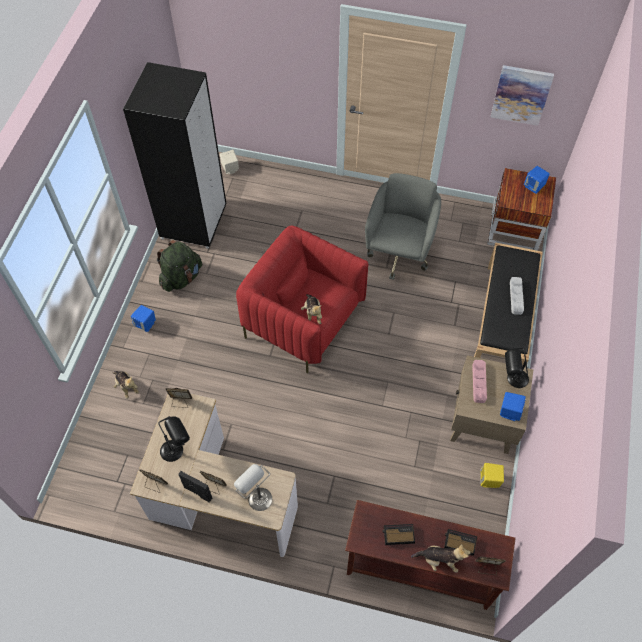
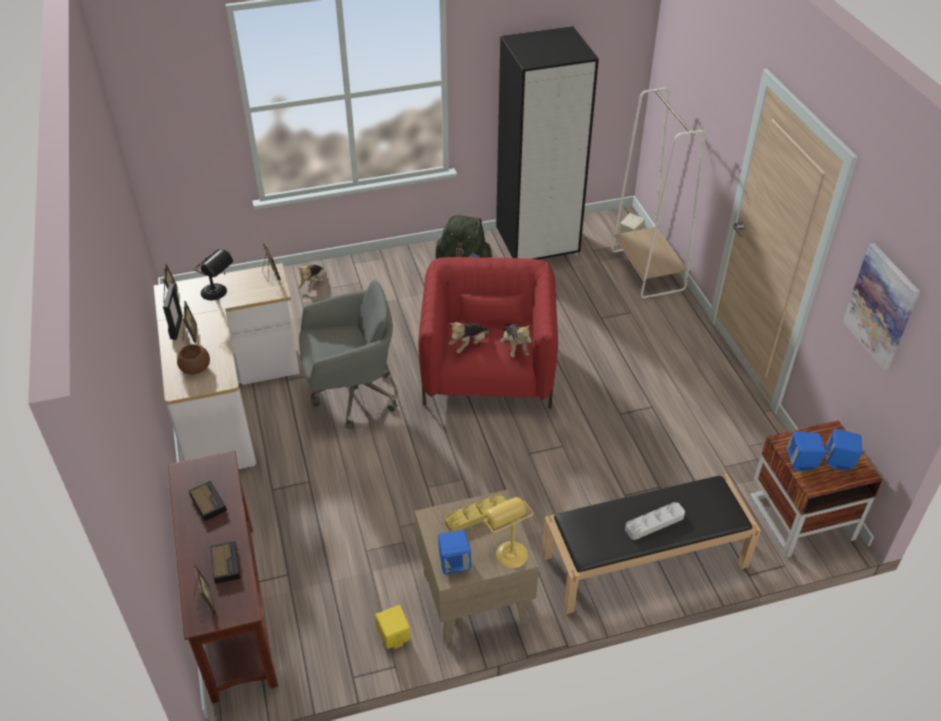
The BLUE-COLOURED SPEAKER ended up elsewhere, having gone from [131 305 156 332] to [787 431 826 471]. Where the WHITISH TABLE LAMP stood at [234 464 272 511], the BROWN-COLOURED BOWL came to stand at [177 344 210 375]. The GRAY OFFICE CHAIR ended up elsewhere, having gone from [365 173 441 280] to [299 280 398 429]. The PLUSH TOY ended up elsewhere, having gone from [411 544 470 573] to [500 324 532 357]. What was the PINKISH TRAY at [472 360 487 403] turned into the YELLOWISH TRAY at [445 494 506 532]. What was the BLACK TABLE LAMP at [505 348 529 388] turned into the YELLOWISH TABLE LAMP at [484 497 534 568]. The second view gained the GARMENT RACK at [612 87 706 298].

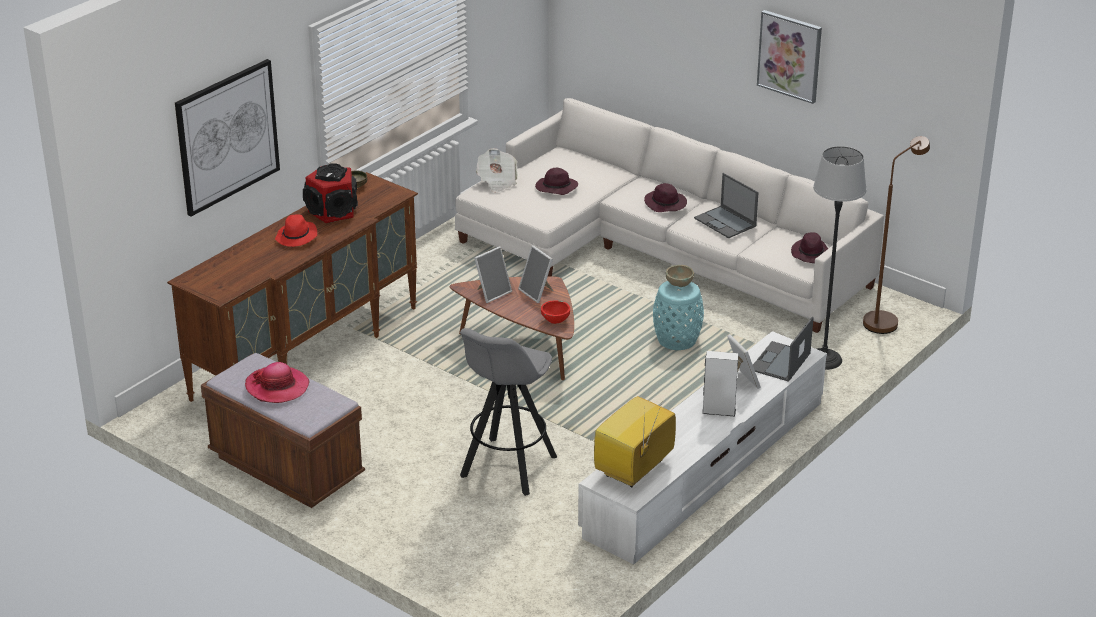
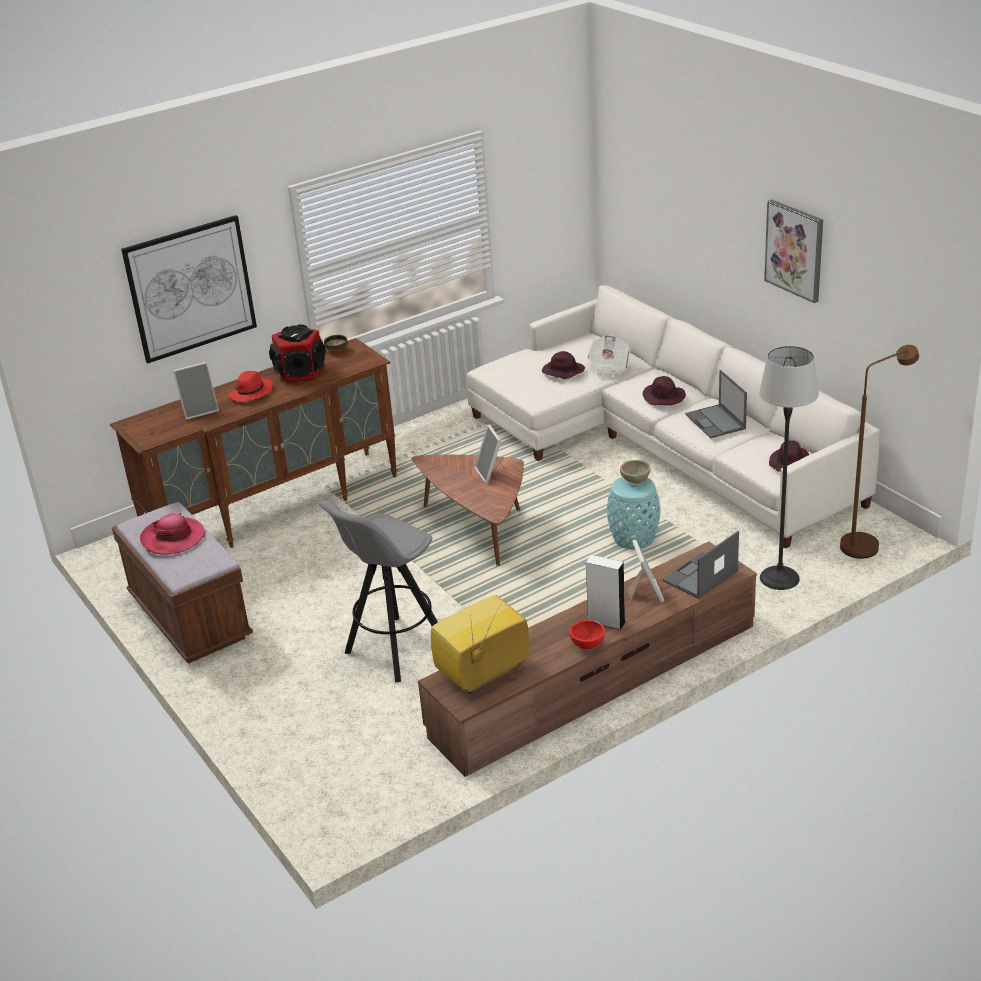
The STANDING FRAME ended up elsewhere, having gone from [474 246 512 303] to [173 362 219 420]. The NEWSPAPER ended up elsewhere, having gone from [476 148 518 193] to [588 334 631 379]. The RED-COLOURED BOWL ended up elsewhere, having gone from [541 300 570 324] to [569 620 605 649]. What was the WHITISH TV STAND at [578 331 827 565] turned into the BROWN-COLOURED TV STAND at [418 542 757 777].

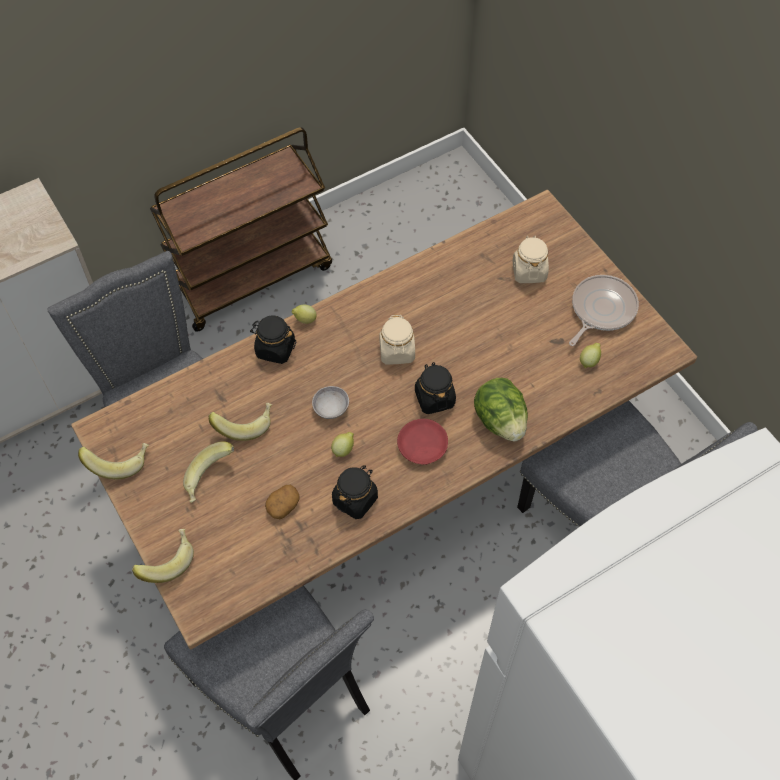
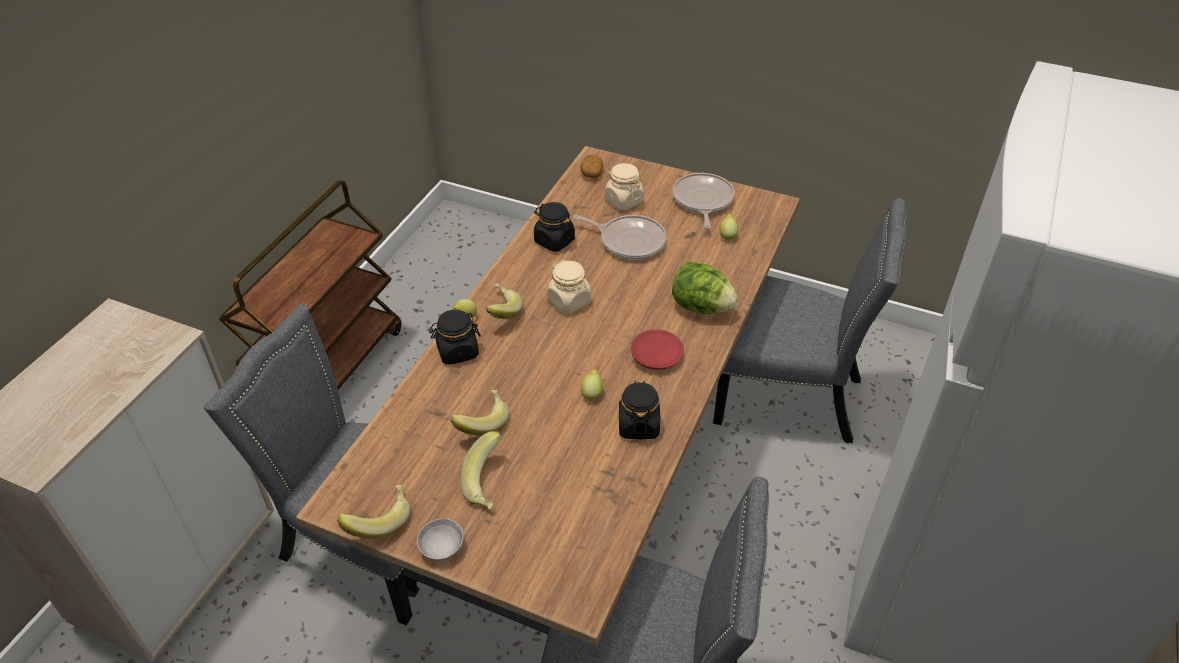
The BANANA ended up elsewhere, having gone from [132 529 194 583] to [486 283 523 319]. The POTATO ended up elsewhere, having gone from [265 485 299 519] to [580 155 603 178]. The GRAY BOWL ended up elsewhere, having gone from [312 386 349 419] to [417 518 464 561]. The BLACK STORAGE JAR ended up elsewhere, having gone from [415 362 456 414] to [534 202 575 252]. The second view gained the PAN at [573 215 667 260].

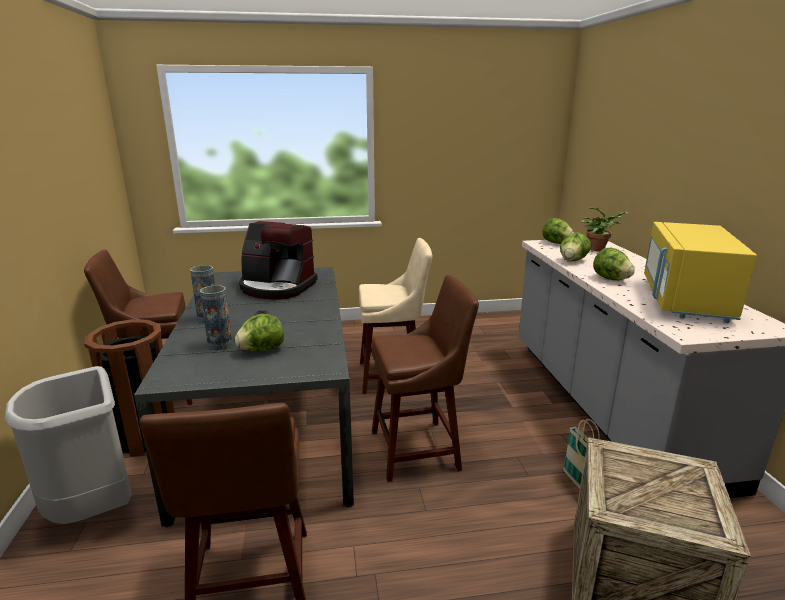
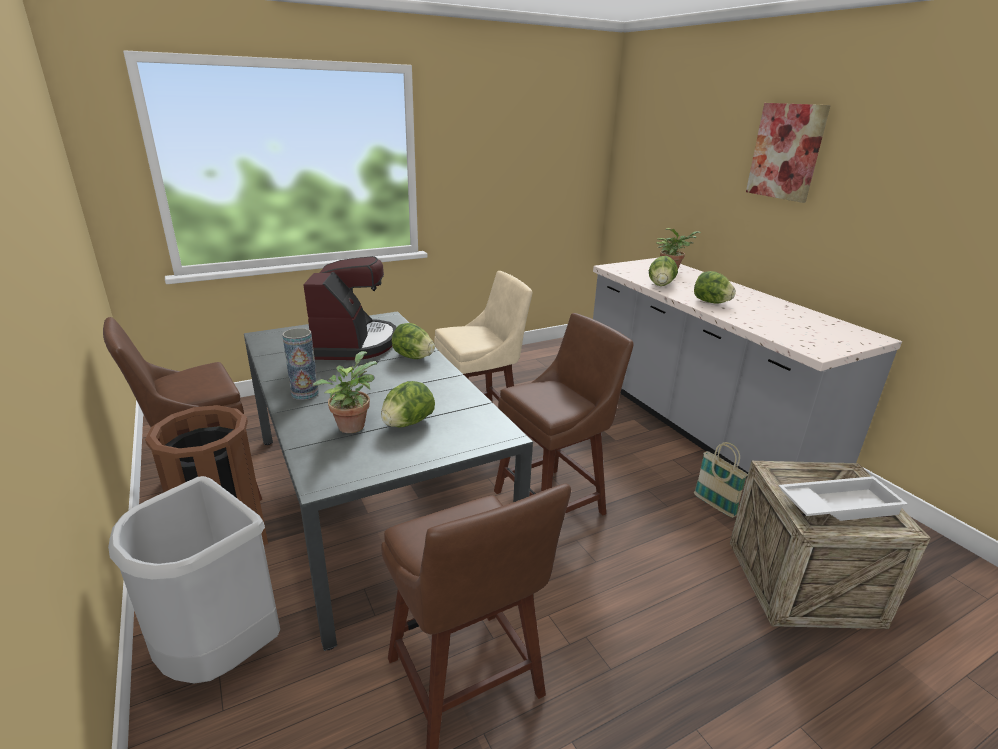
Where the FLOWER VASE stood at [200 285 232 350], the POTTED PLANT came to stand at [313 351 377 433]. The COFFEE BREWER at [239 221 318 300] ended up facing another way, 90 degrees counterclockwise from before. The LETTUCE ended up elsewhere, having gone from [542 218 574 244] to [392 323 435 359]. The second view lost the YELLOWISH MICROWAVE OVEN at [644 222 757 323]. The second view gained the WALL PICTURE at [746 103 831 203]. The second view gained the WHITISH TRAY at [778 476 908 521].

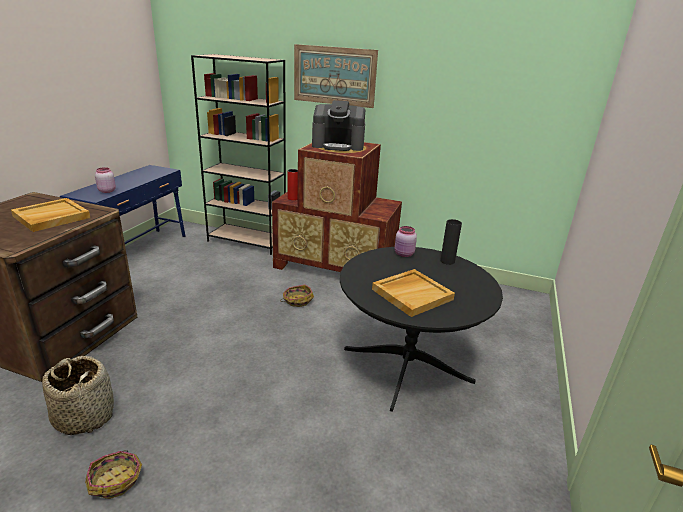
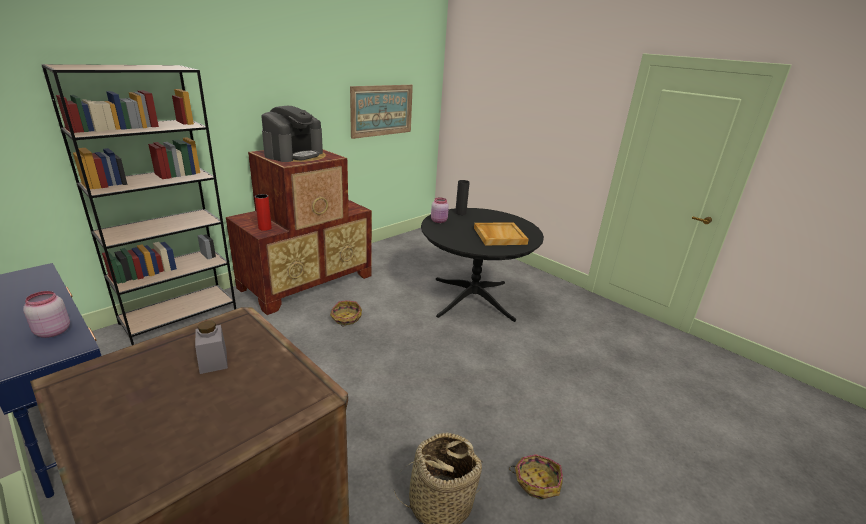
Where the SAND-COLOURED TRAY stood at [11 198 90 232], the GRAY STORAGE JAR came to stand at [195 320 228 374]. The WALL PICTURE ended up elsewhere, having gone from [294 44 378 108] to [350 85 413 139].

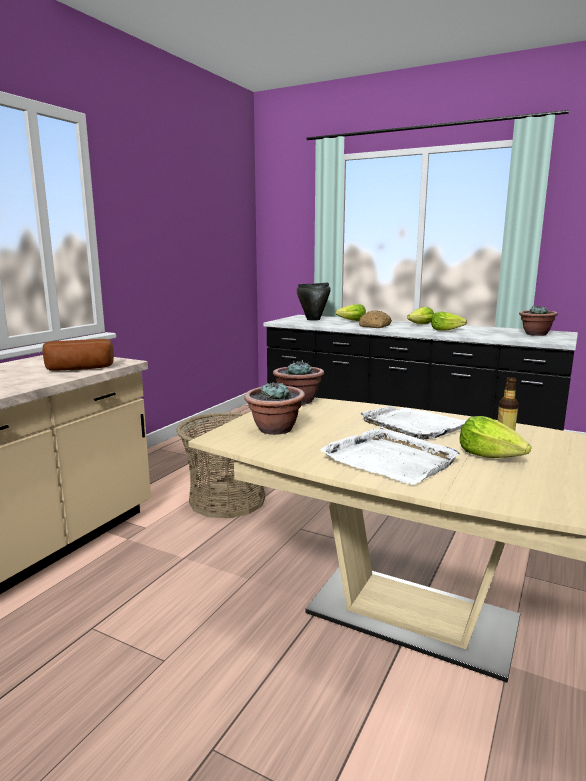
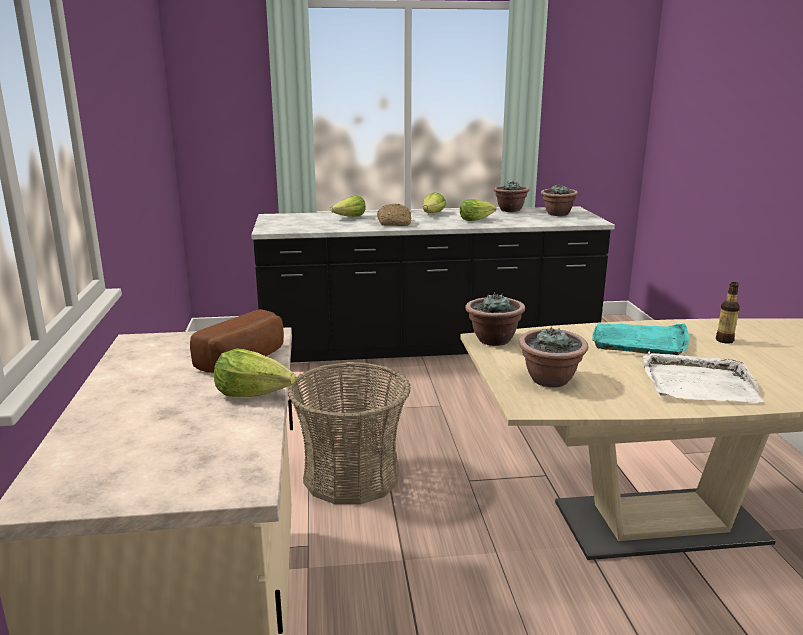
The second view lost the BLACK STOCKPOT at [296 283 331 321]. What was the WHITISH TRAY at [361 406 467 440] turned into the BLUE-GREEN TRAY at [592 323 689 355]. The LETTUCE ended up elsewhere, having gone from [460 416 531 458] to [214 348 296 397]. The second view gained the POTTED PLANT at [493 181 529 212].

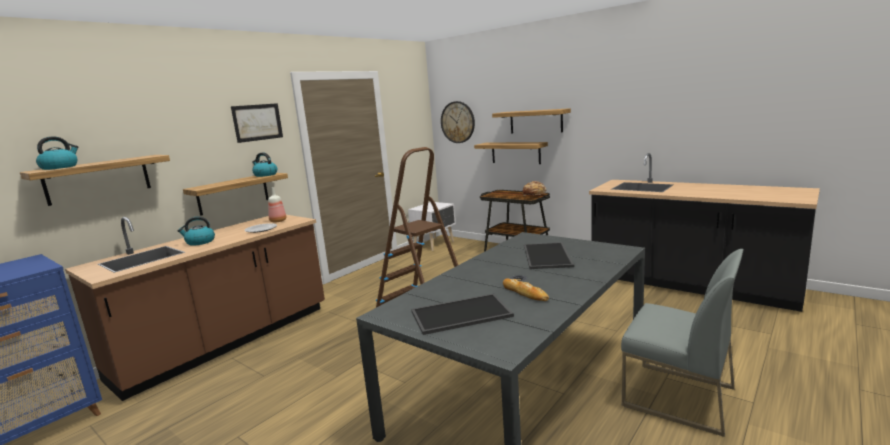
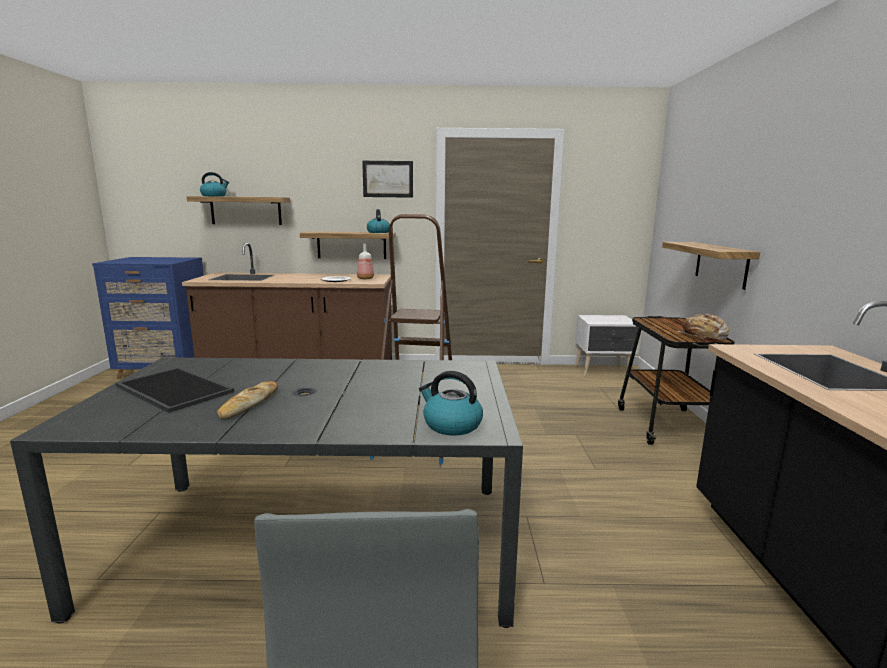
The KETTLE ended up elsewhere, having gone from [177 216 215 246] to [419 371 483 436]. The second view lost the CLOCK ON THE WALL at [441 101 475 143]. The second view lost the WALL SHELF at [492 108 571 133]. The second view lost the TRAY at [524 242 574 269].

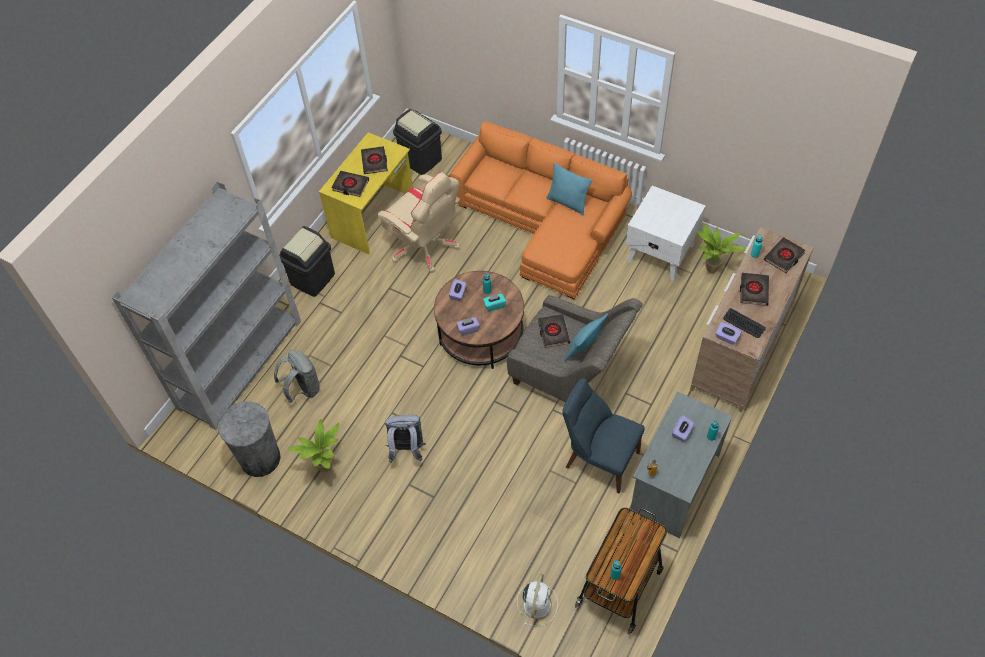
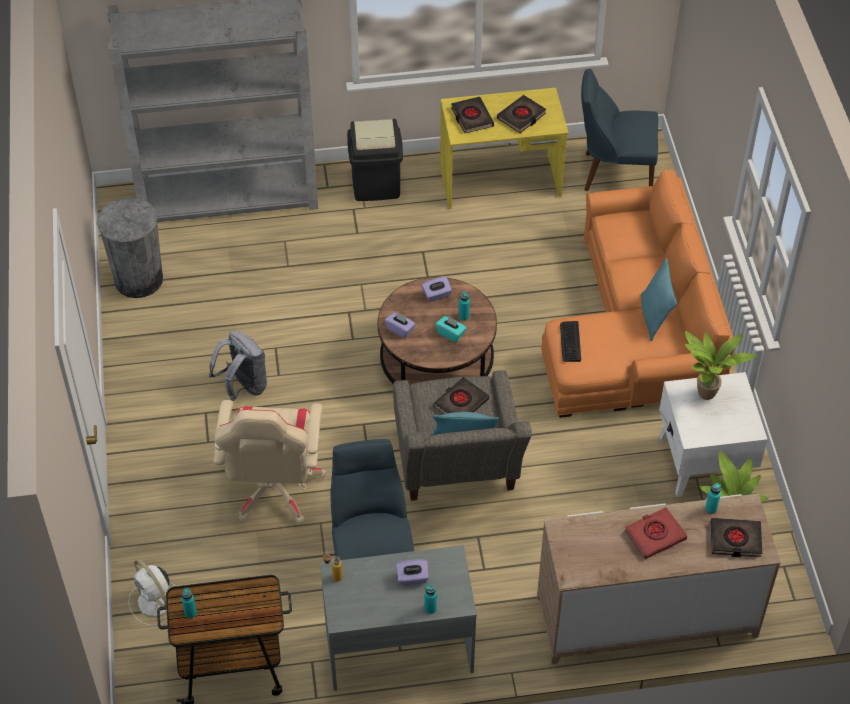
The second view lost the GRAY KNAPSACK at [274 350 319 403]. The POTTED PLANT ended up elsewhere, having gone from [288 419 339 472] to [685 331 757 400]. The SAND-COLOURED OFFICE CHAIR ended up elsewhere, having gone from [377 172 460 273] to [214 400 327 525]. Where the BLACK TRASH CAN stood at [393 109 442 175], the BLUE-COLOURED CHAIR came to stand at [581 69 658 191]. The WHITISH ELECTRIC FAN at [517 574 558 626] ended up facing another way, 75 degrees clockwise from before. The second view lost the PURPLE TISSUE HOLDER at [715 322 742 345]. The COMPUTER KEYBOARD ended up elsewhere, having gone from [723 308 766 338] to [560 321 581 362]. What was the BLACK VOLUME at [740 273 769 306] turned into the RED-COLOURED VOLUME at [625 507 688 559].

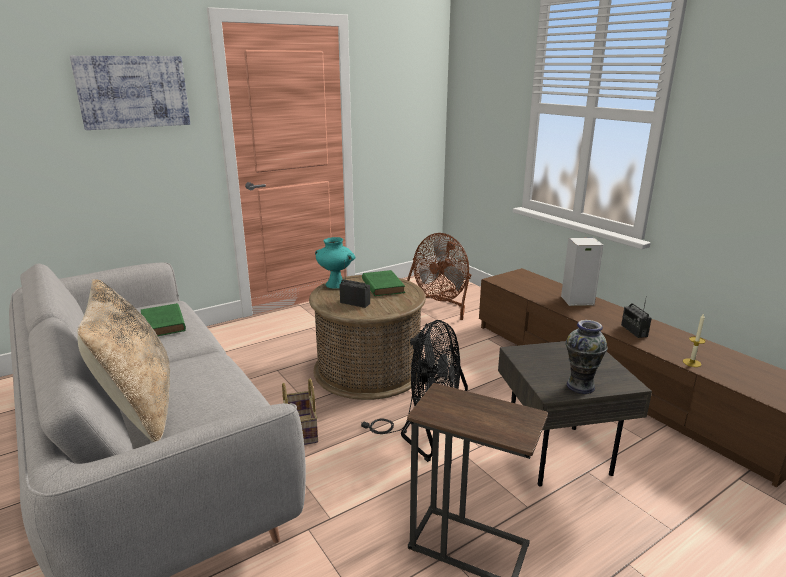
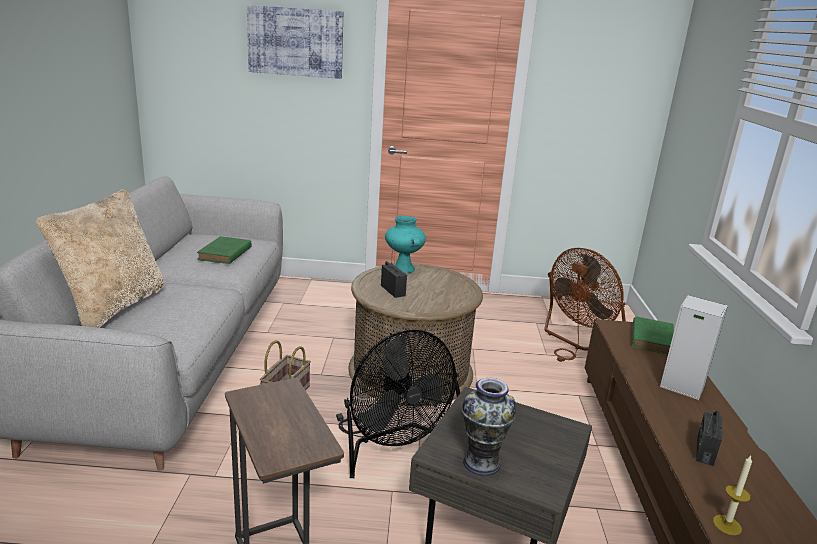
The GREENISH VOLUME ended up elsewhere, having gone from [362 270 405 296] to [632 316 674 355]. The BROWN-COLOURED ELECTRIC FAN at [407 233 471 320] ended up facing another way, 150 degrees clockwise from before.

